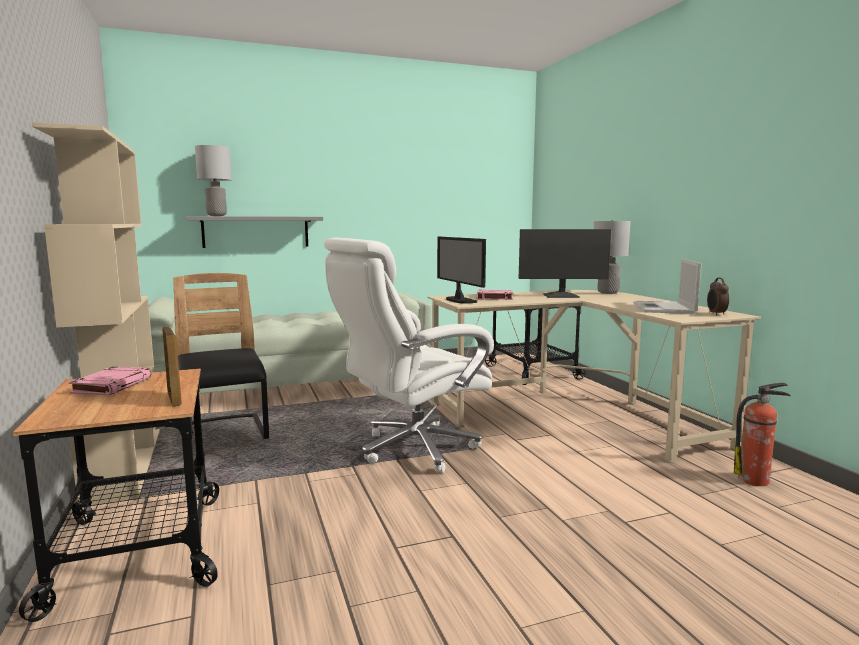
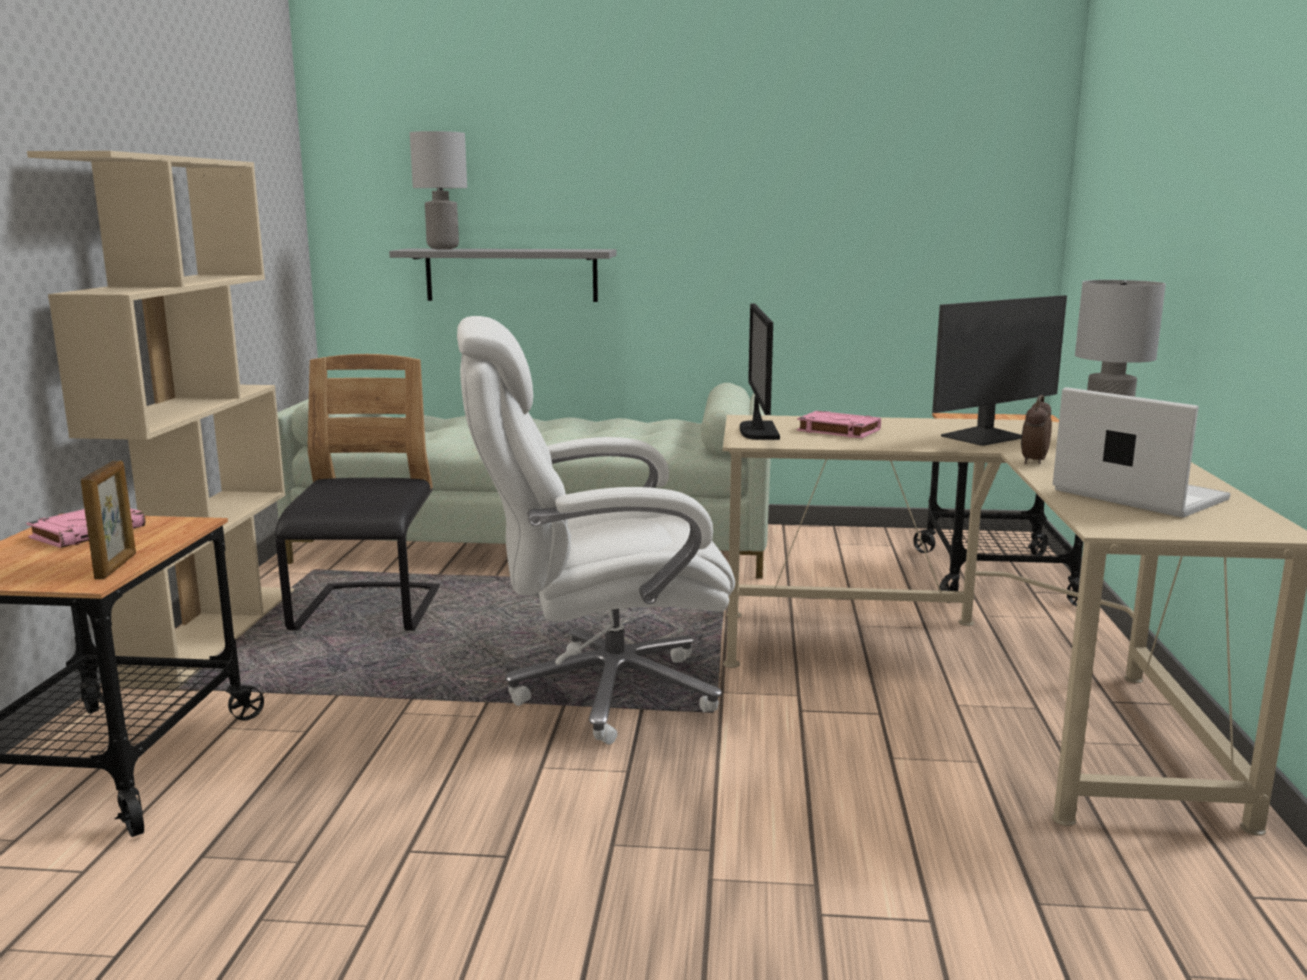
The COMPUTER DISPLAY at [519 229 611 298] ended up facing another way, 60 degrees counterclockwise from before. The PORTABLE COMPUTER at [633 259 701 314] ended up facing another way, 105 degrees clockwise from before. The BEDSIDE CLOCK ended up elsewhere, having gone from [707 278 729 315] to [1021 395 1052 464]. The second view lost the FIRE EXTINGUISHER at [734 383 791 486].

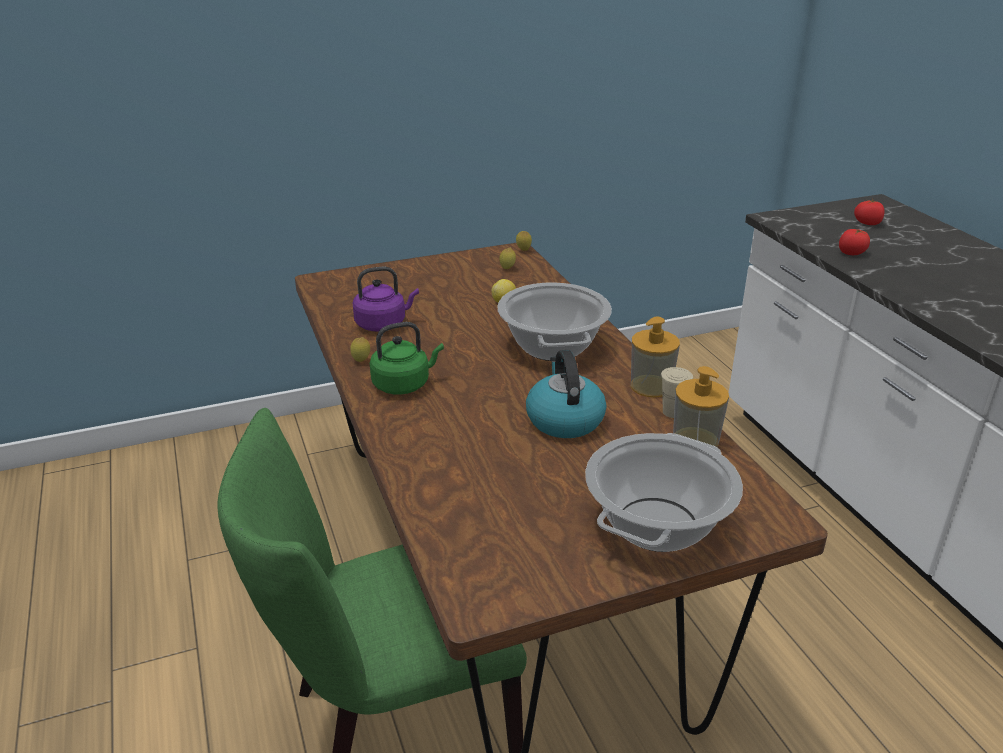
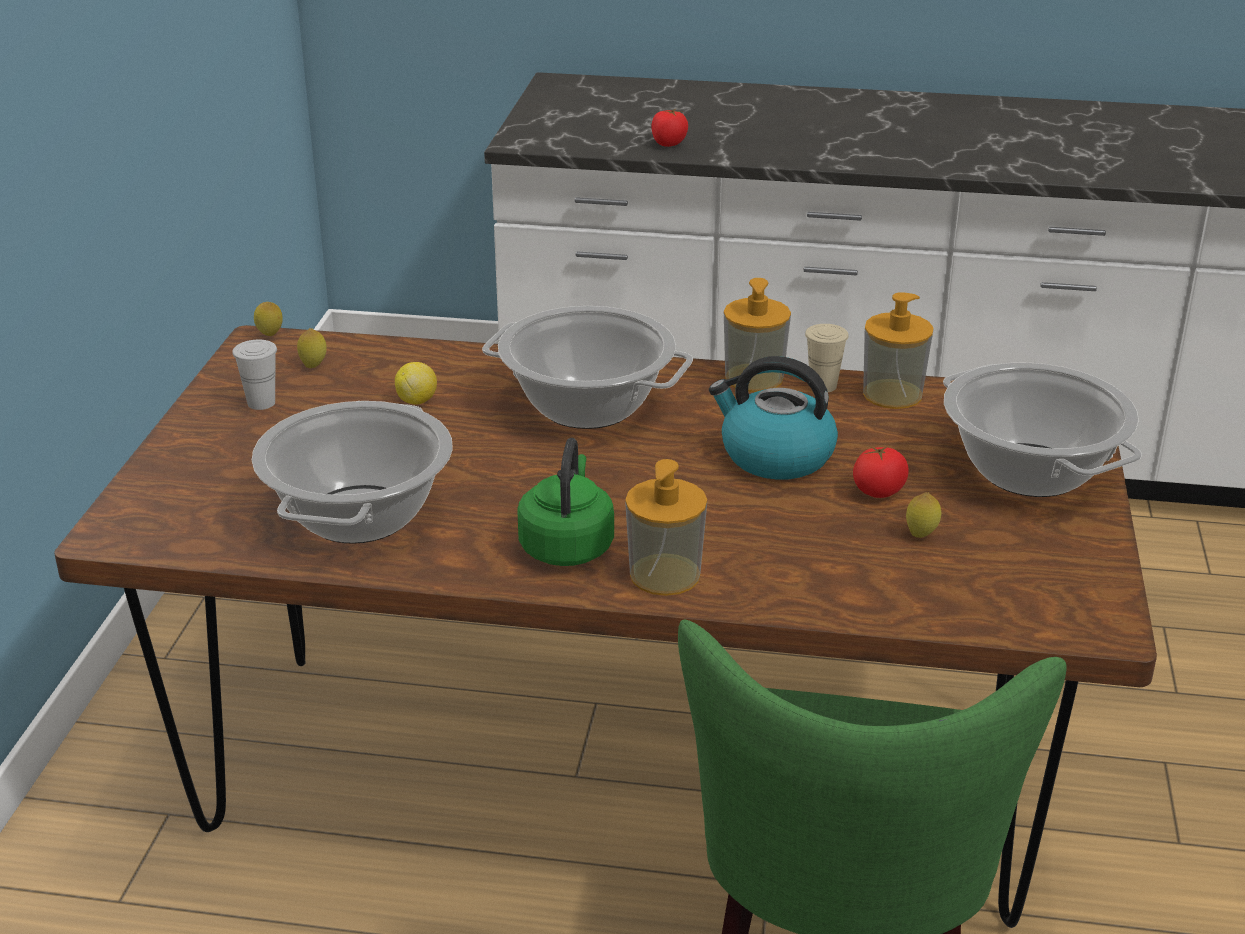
The WHOLE LEMON ended up elsewhere, having gone from [350 337 370 362] to [906 492 941 538]. Where the PURPLE KETTLE stood at [353 267 419 332], the STOCKPOT came to stand at [252 401 453 544]. The WHOLE TOMATO ended up elsewhere, having gone from [854 199 885 225] to [853 446 909 498]. The second view gained the WHITISH CUP at [232 340 277 410]. The second view gained the LIQUID SOAP BOTTLE at [625 459 707 596].

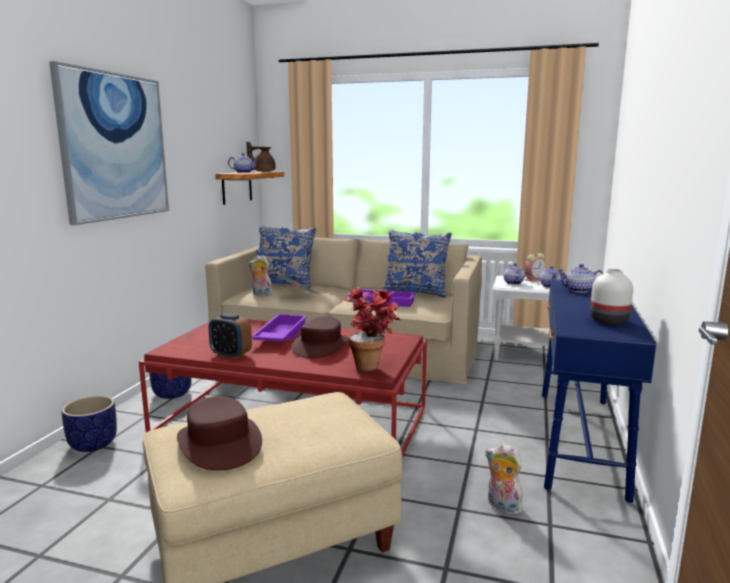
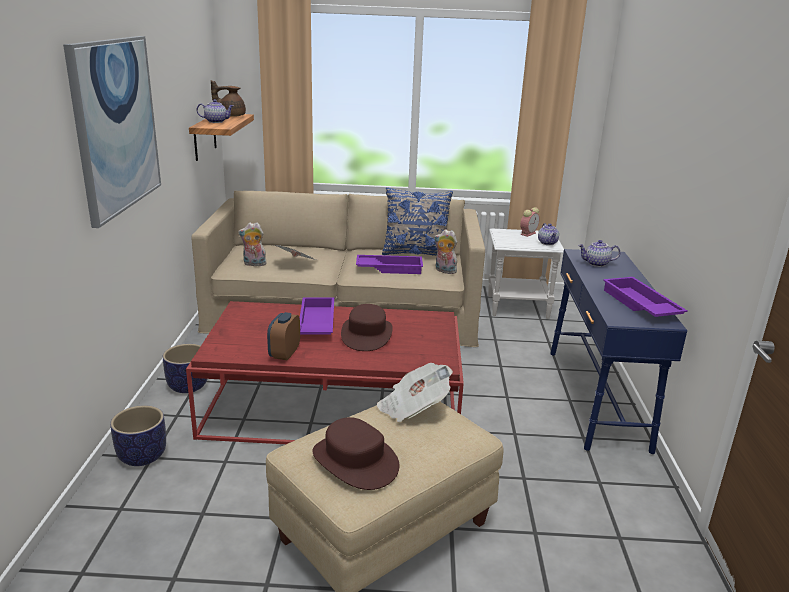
The BEDSIDE CLOCK at [209 313 252 359] ended up facing another way, 90 degrees clockwise from before. The second view lost the BLUE-COLOURED PILLOW at [256 225 316 288]. The second view lost the POTTED PLANT at [340 286 401 372]. The PLUSH TOY ended up elsewhere, having gone from [485 443 523 515] to [434 230 457 274]. The second view lost the TEAPOT at [504 263 525 285]. Where the WHITISH FLOWER VASE stood at [590 269 633 325], the PURPLE TRAY came to stand at [603 277 688 317]. The second view gained the NEWSPAPER at [377 363 453 422].

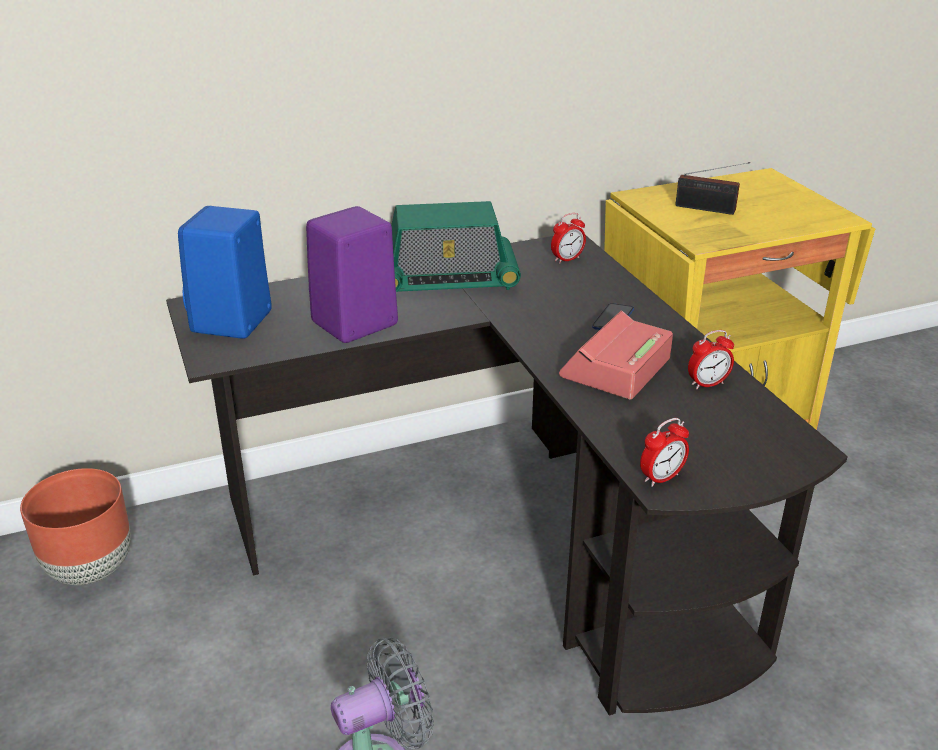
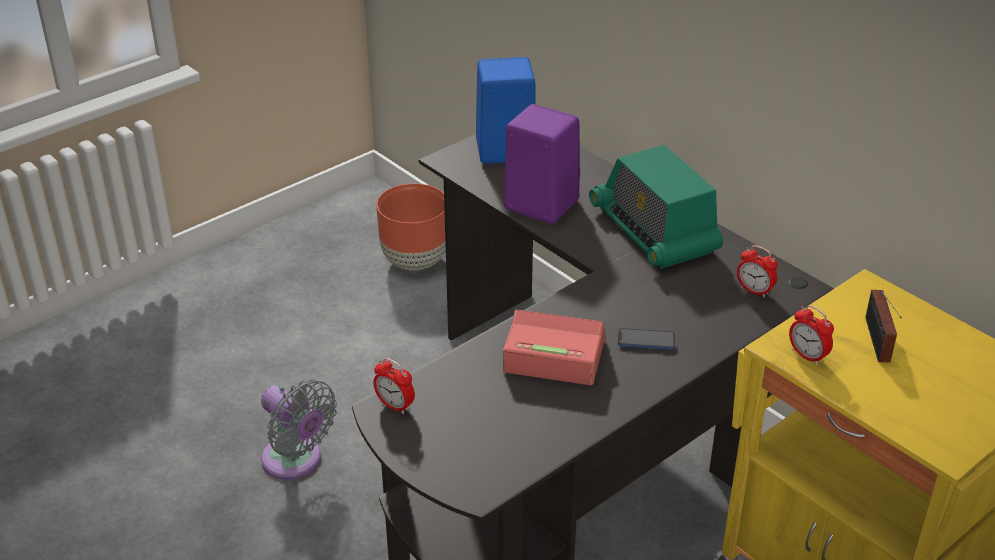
The BEDSIDE CLOCK ended up elsewhere, having gone from [688 330 734 389] to [789 305 834 365].

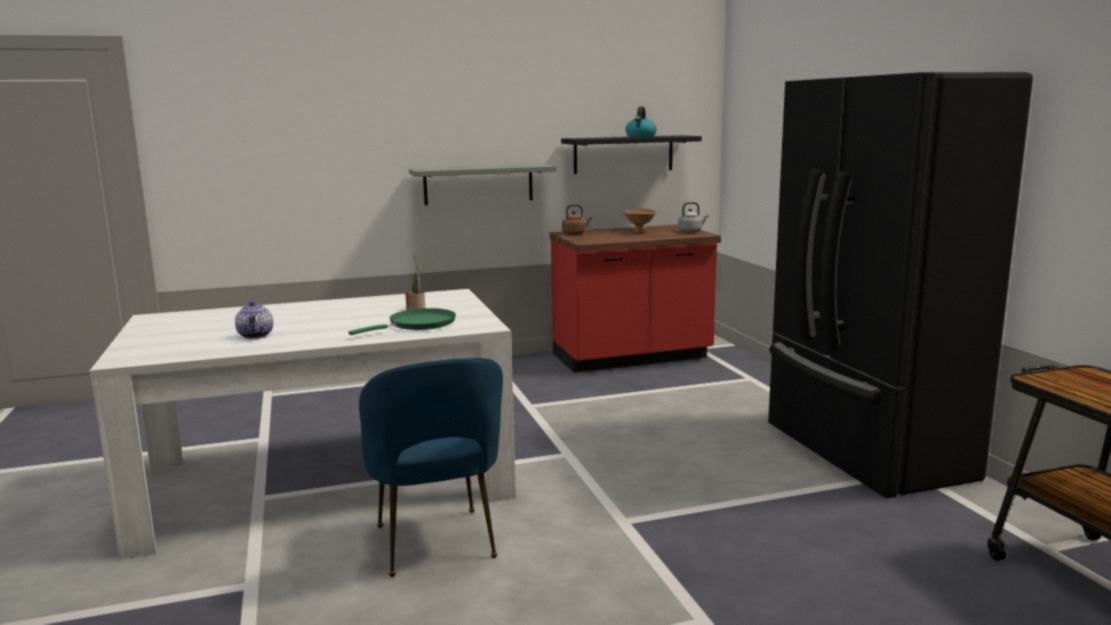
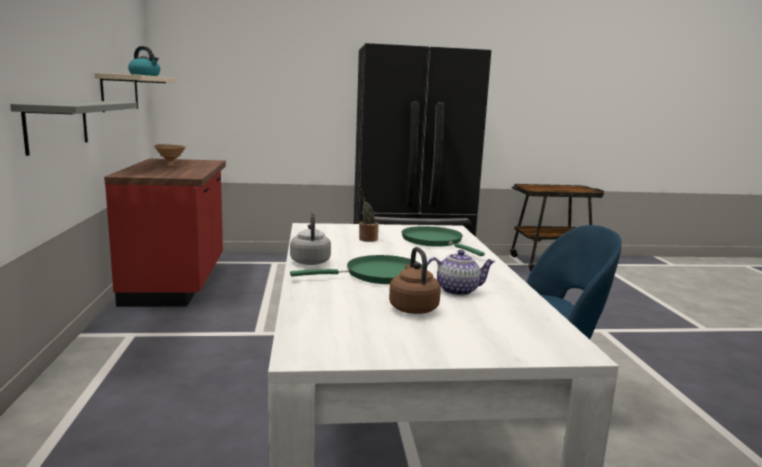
What was the BLACK WALL SHELF at [561 135 702 174] turned into the SAND-COLOURED WALL SHELF at [94 73 176 112]. The BROWN-COLOURED KETTLE ended up elsewhere, having gone from [562 204 592 235] to [389 247 441 314]. The GRAY KETTLE ended up elsewhere, having gone from [678 202 708 232] to [290 212 331 265]. The second view gained the GREENISH PAN at [290 255 422 284].

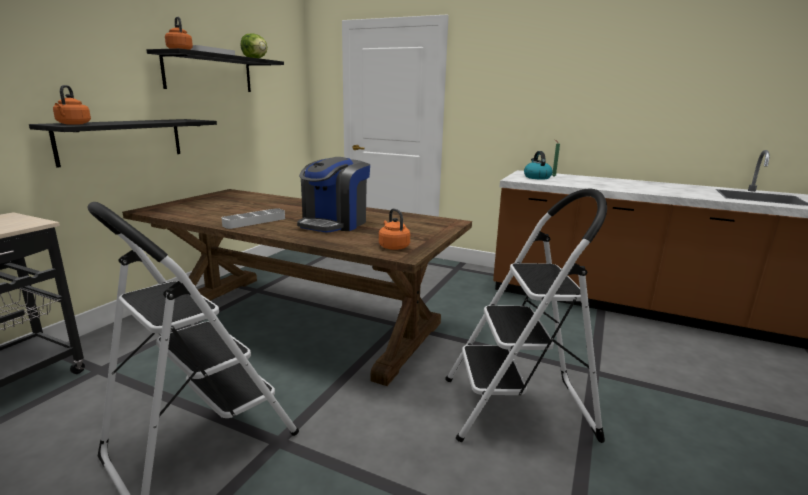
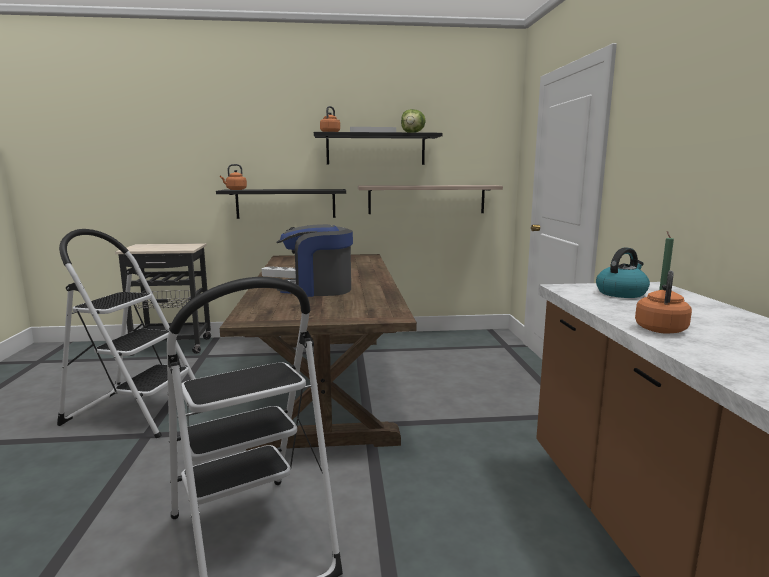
The ORANGE-COLOURED KETTLE ended up elsewhere, having gone from [379 208 410 250] to [635 271 692 333]. The second view gained the WALL SHELF at [358 185 503 214].

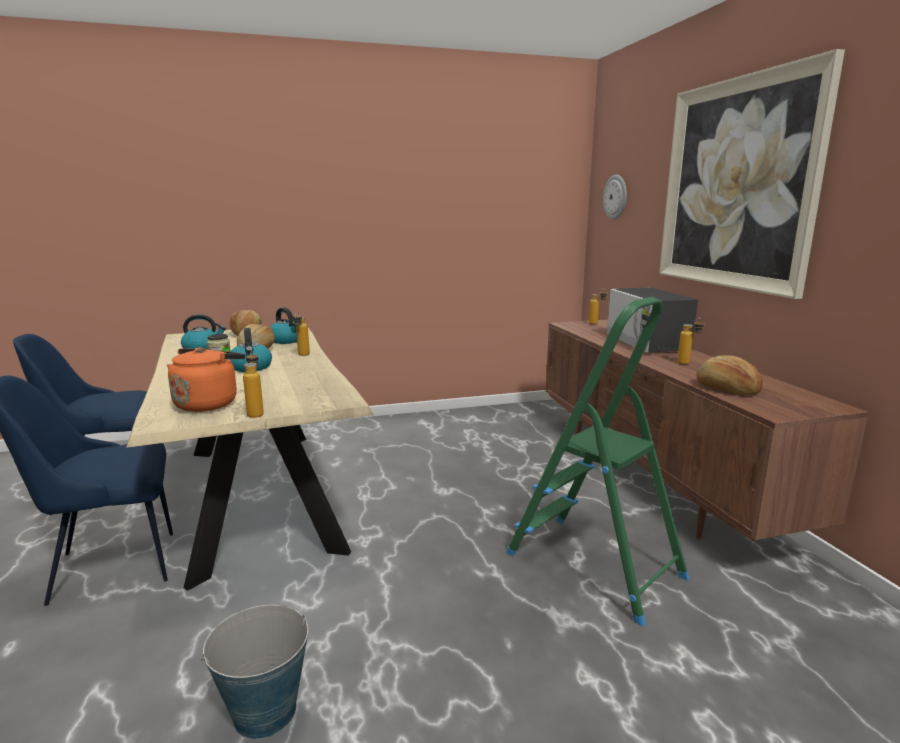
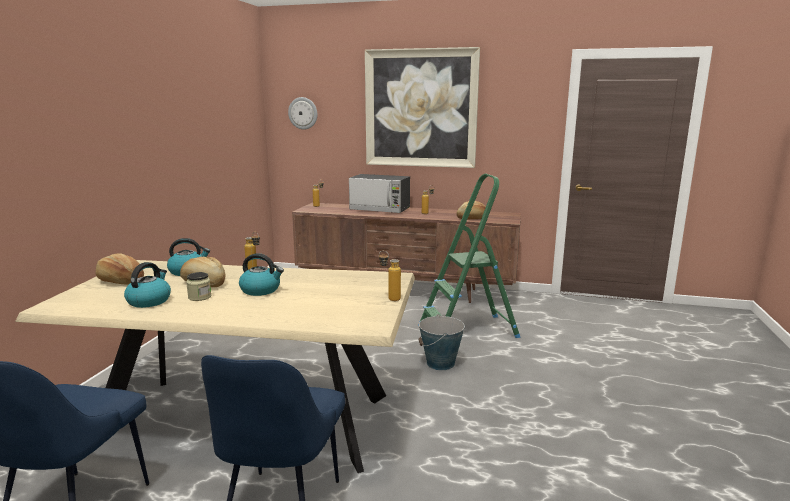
The second view lost the ORANGE-COLOURED KETTLE at [167 347 245 412]. The PAIL ended up elsewhere, having gone from [201 605 308 739] to [419 314 465 370].

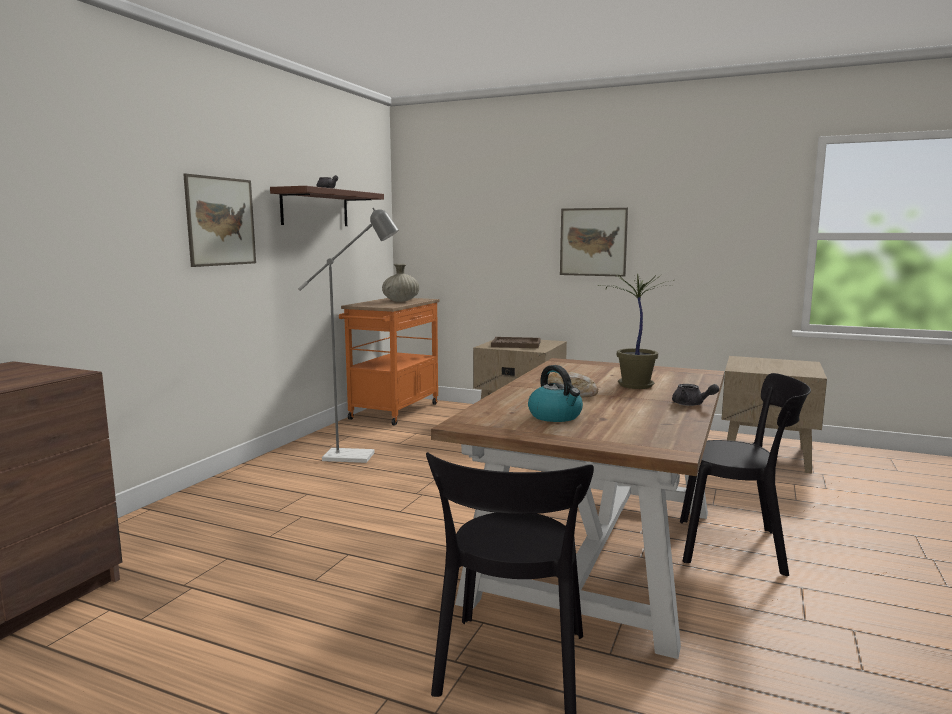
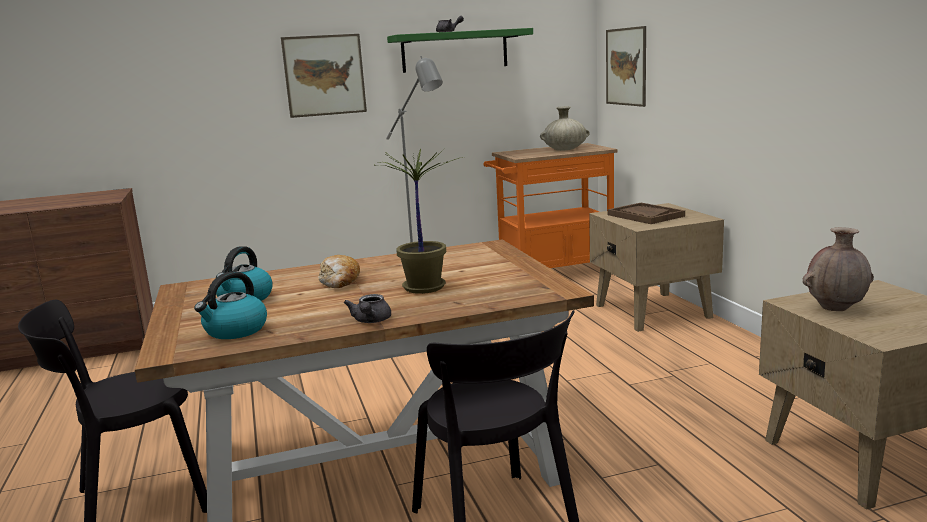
What was the BROWN-COLOURED WALL SHELF at [270 186 384 226] turned into the GREENISH WALL SHELF at [387 28 533 73]. The WALL PICTURE ended up elsewhere, having gone from [560 208 628 277] to [606 26 646 107]. The second view gained the KETTLE at [194 271 267 339]. The second view gained the BROWN-COLOURED FLOWER VASE at [803 227 874 311].

